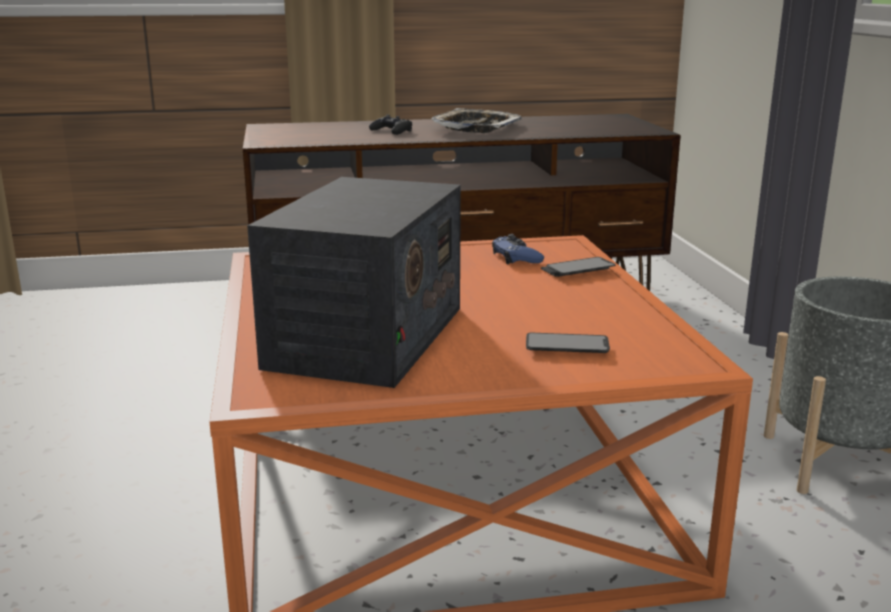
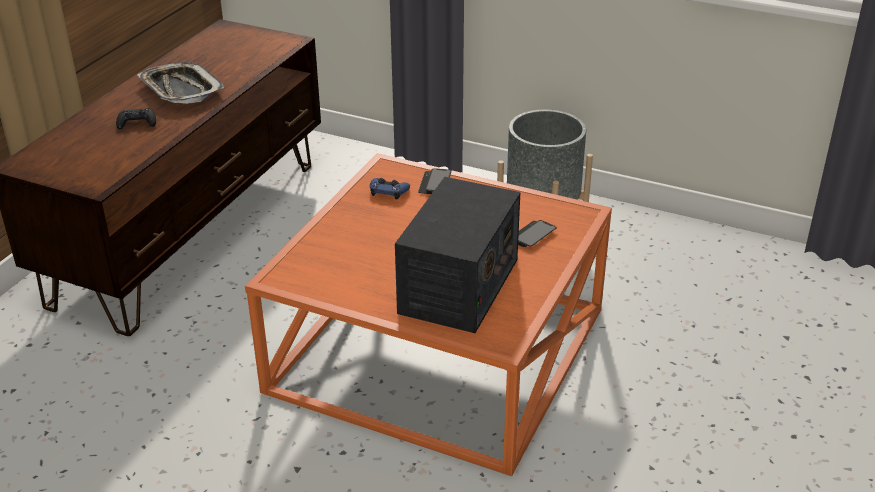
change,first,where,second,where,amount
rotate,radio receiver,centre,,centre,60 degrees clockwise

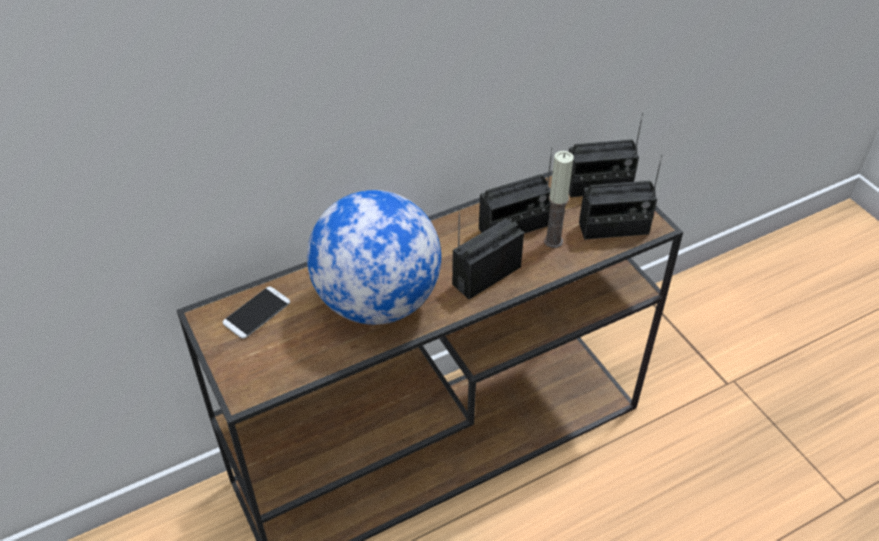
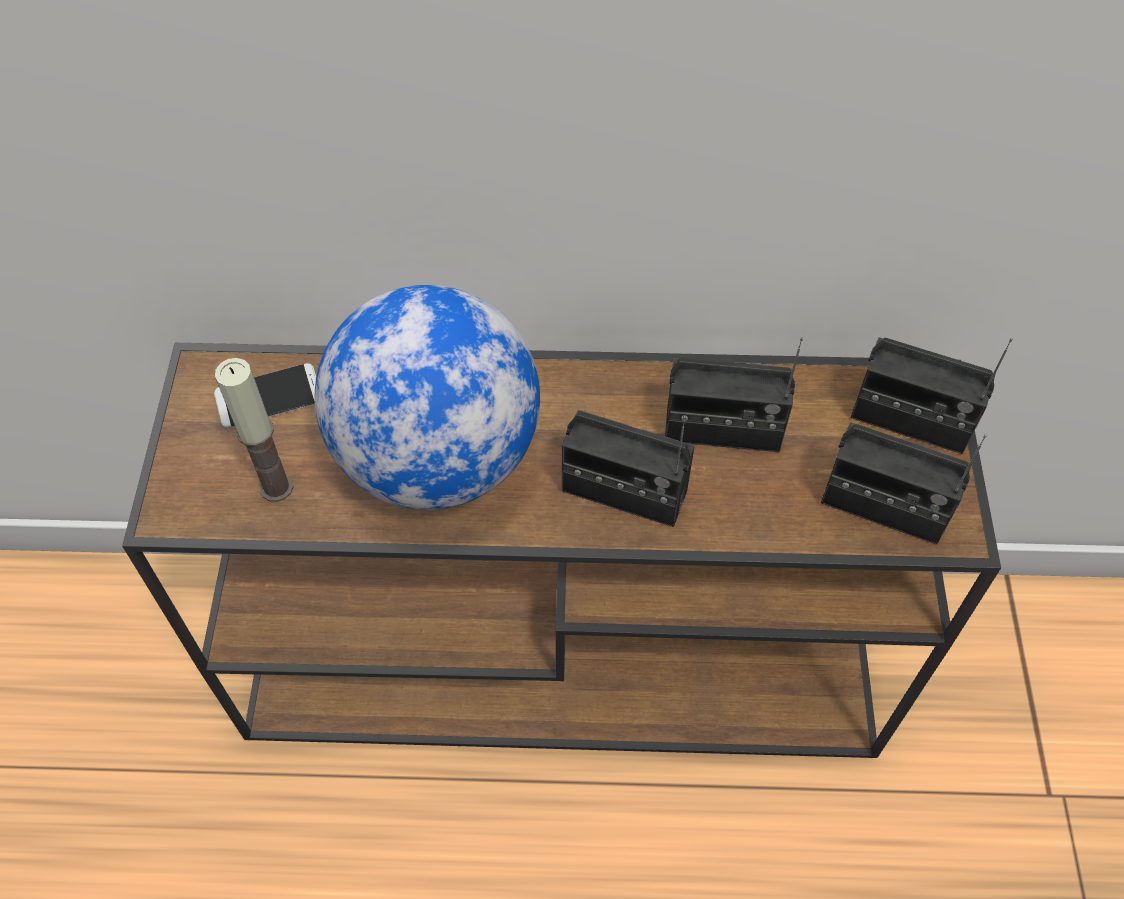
change,first,where,second,where,amount
move,wax candle,centre,,middle left,
rotate,radio receiver (1st from left),centre,,centre,150 degrees counterclockwise

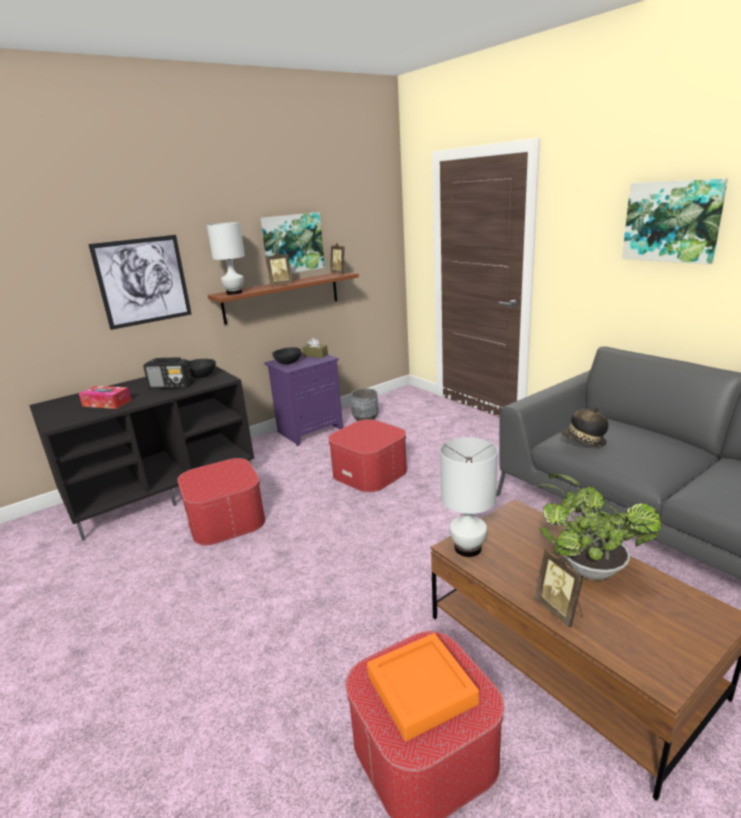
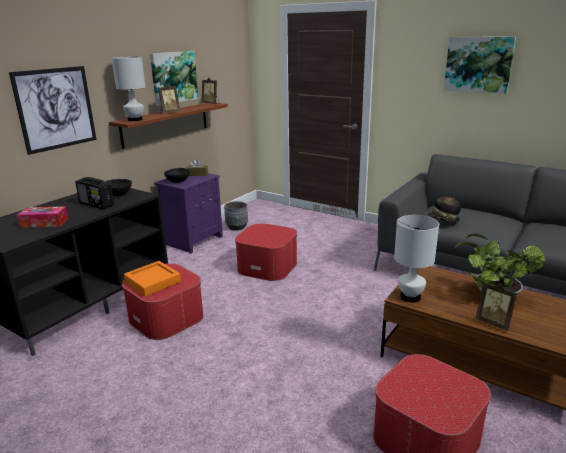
change,first,where,second,where,amount
move,tray (orange),bottom centre,,middle left,
rotate,radio receiver,middle left,,middle left,45 degrees clockwise

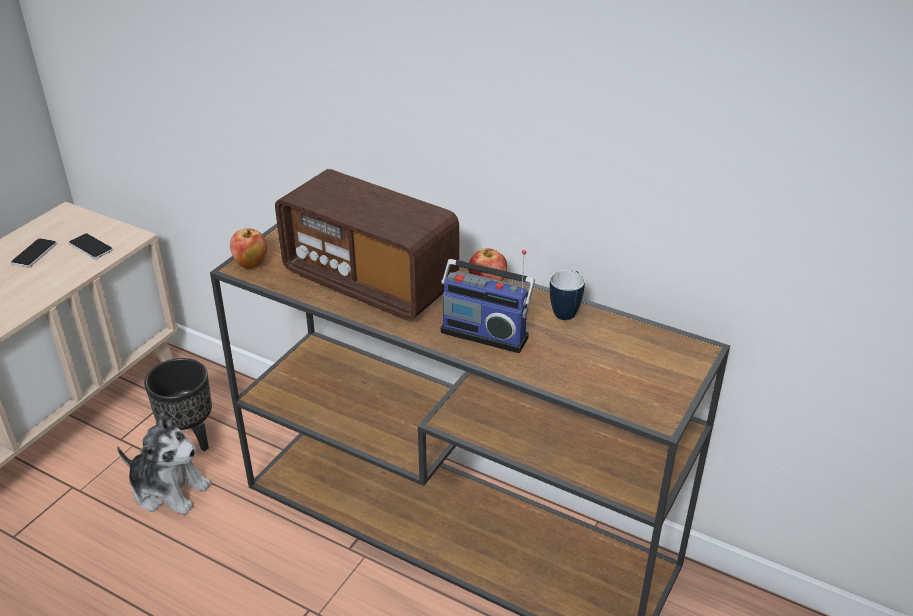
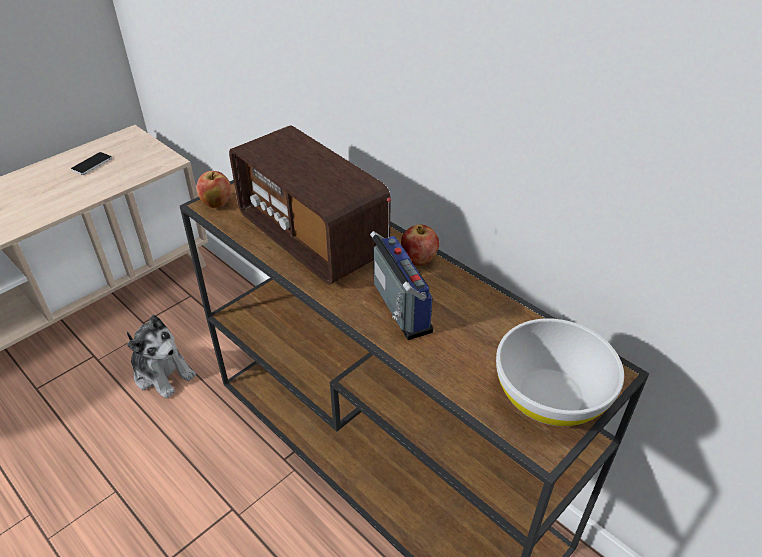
change,first,where,second,where,amount
delete,telephone (2nd from left),middle left,,,
delete,planter (blackish),middle left,,,
delete,tea mug,centre,,,
insert,,,bowl (white),bottom right,
rotate,radio receiver (2nd from left),centre,,centre,150 degrees counterclockwise

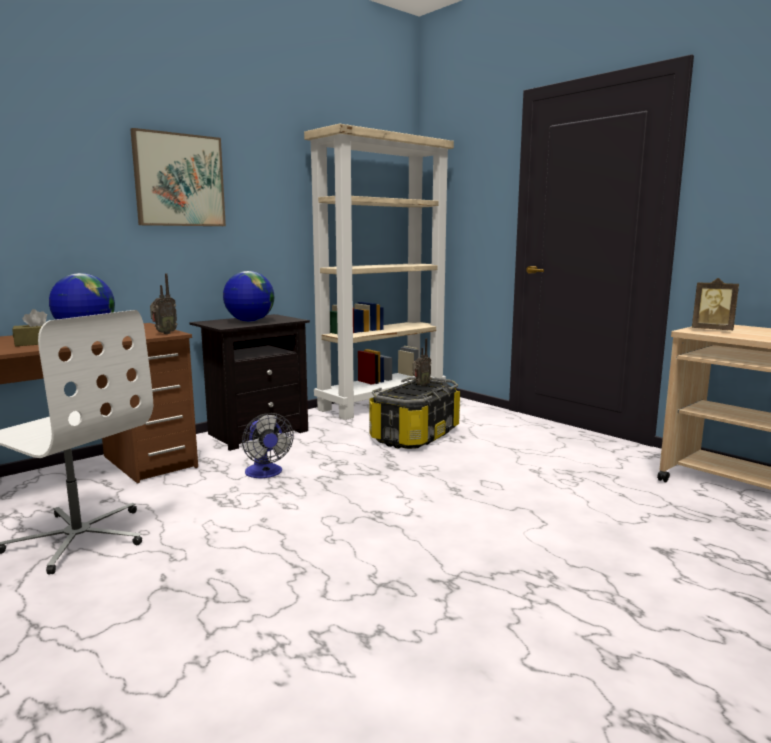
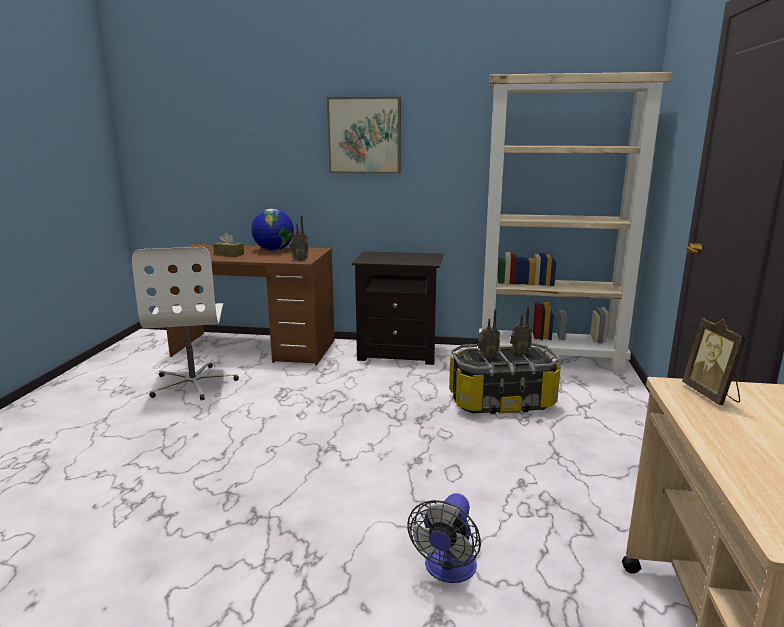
change,first,where,second,where,amount
delete,globe (2nd from left),middle left,,,
insert,,,radio receiver (2nd from left),centre,
move,electric fan,centre,,bottom centre,

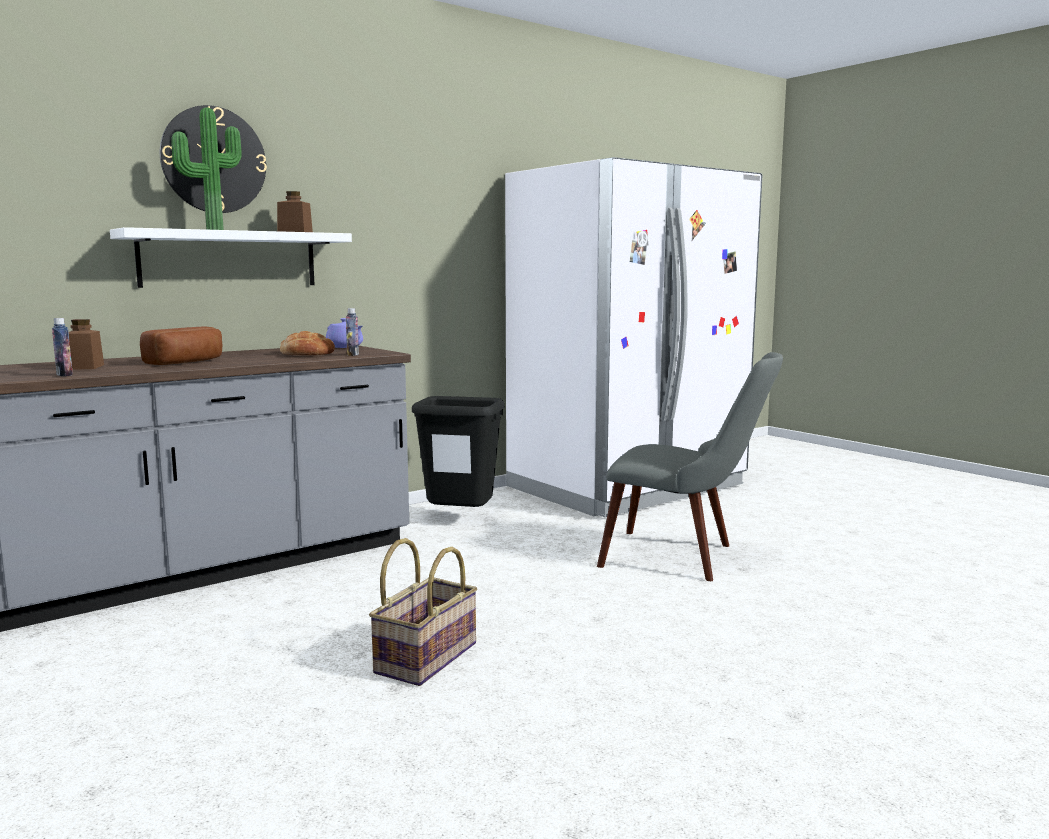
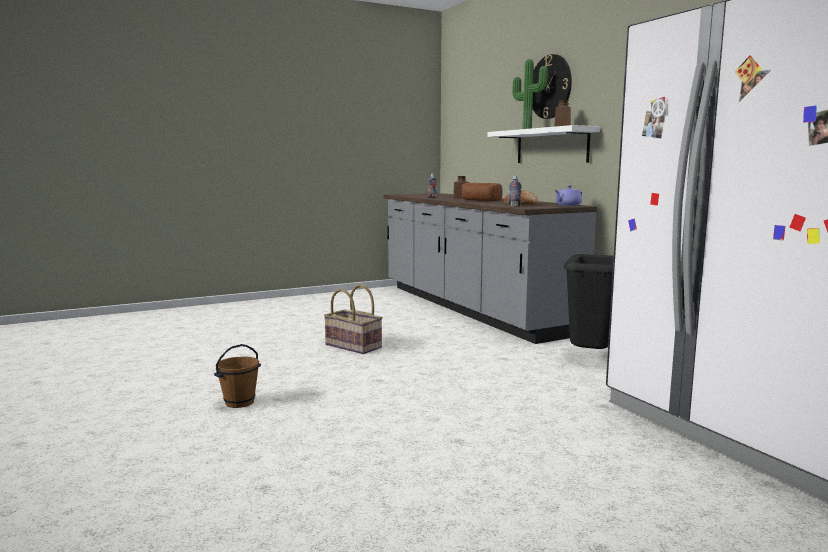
change,first,where,second,where,amount
delete,chair (grey),centre,,,
insert,,,water bucket (brown-coloured),bottom left,

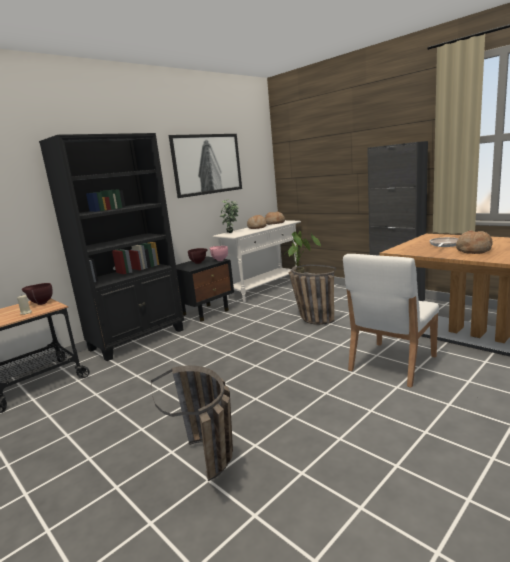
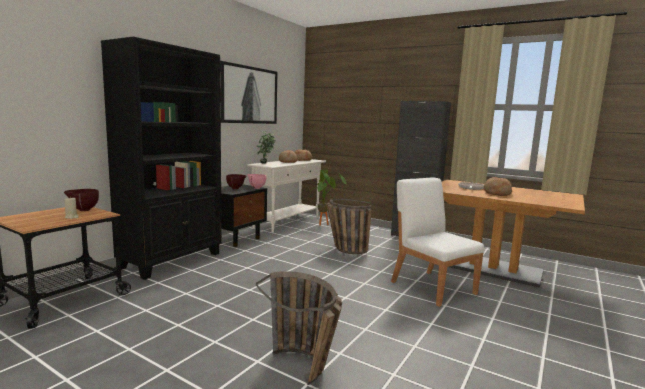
change,first,where,second,where,amount
rotate,chair (white),middle right,,middle right,120 degrees clockwise

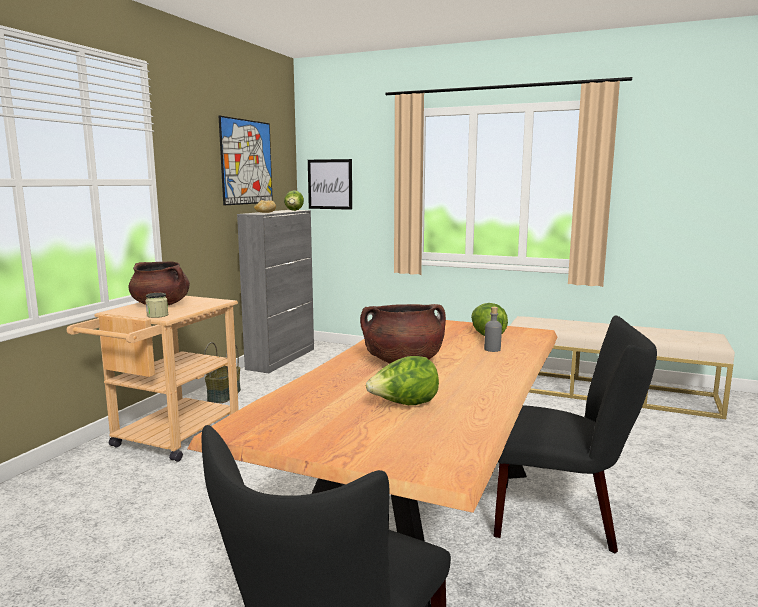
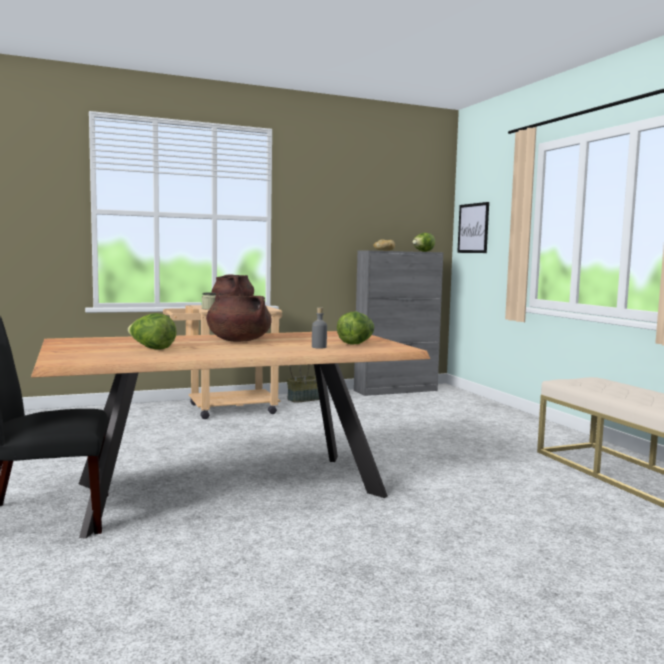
change,first,where,second,where,amount
delete,picture (1st from left),top left,,,
delete,chair (blackish) (2nd from left),bottom right,,,

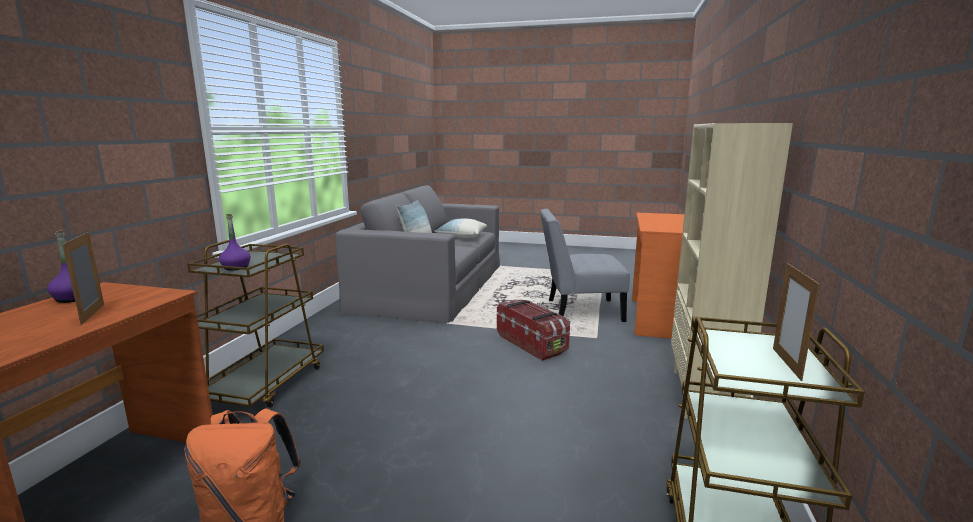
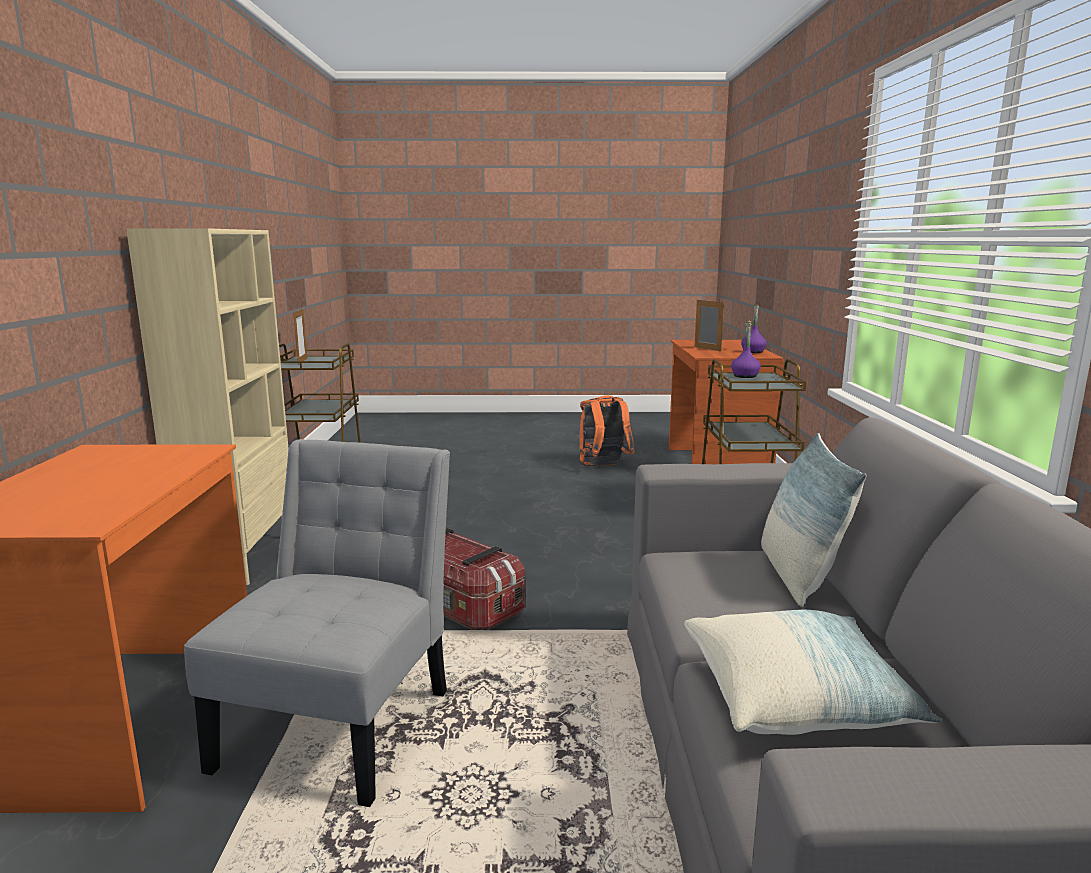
change,first,where,second,where,amount
rotate,chair (grey),centre,,bottom left,60 degrees counterclockwise

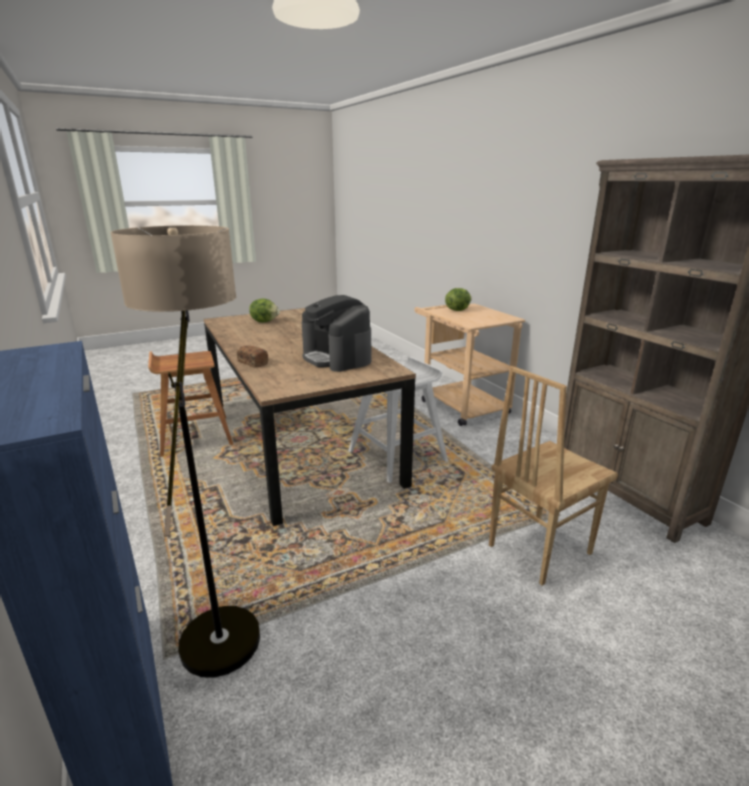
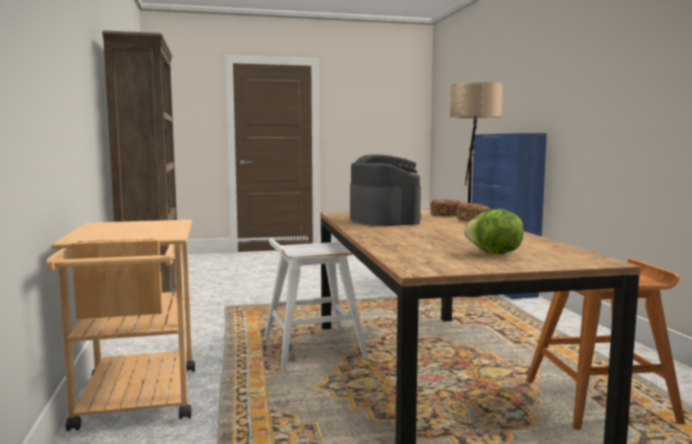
change,first,where,second,where,amount
delete,lettuce head (2nd from left),centre,,,
delete,chair (brown-coloured),middle right,,,
insert,,,baked bread (1st from left),centre,

